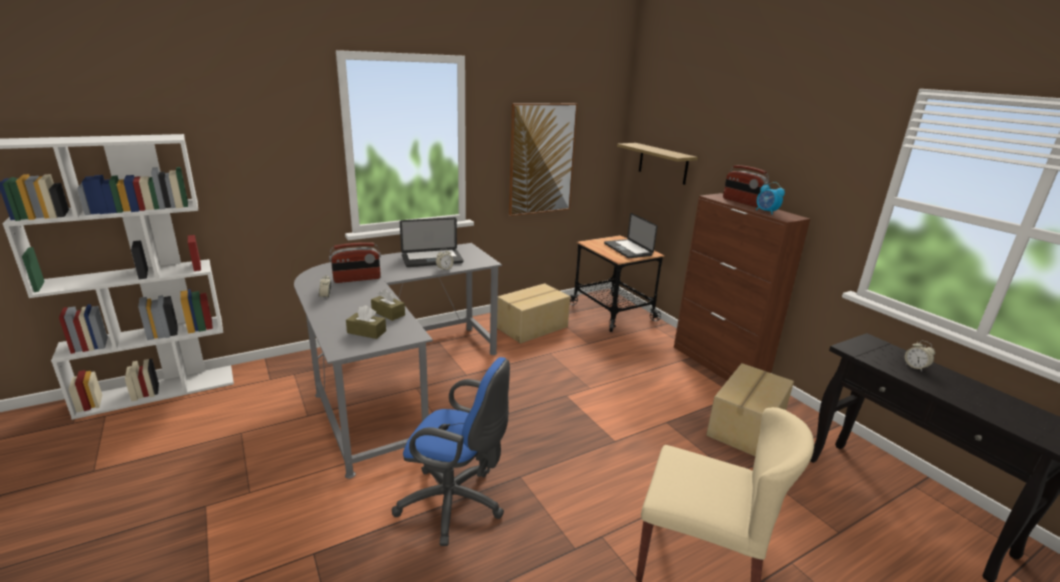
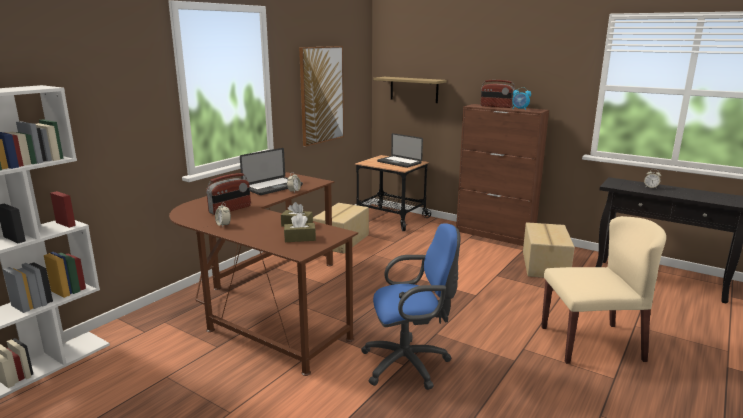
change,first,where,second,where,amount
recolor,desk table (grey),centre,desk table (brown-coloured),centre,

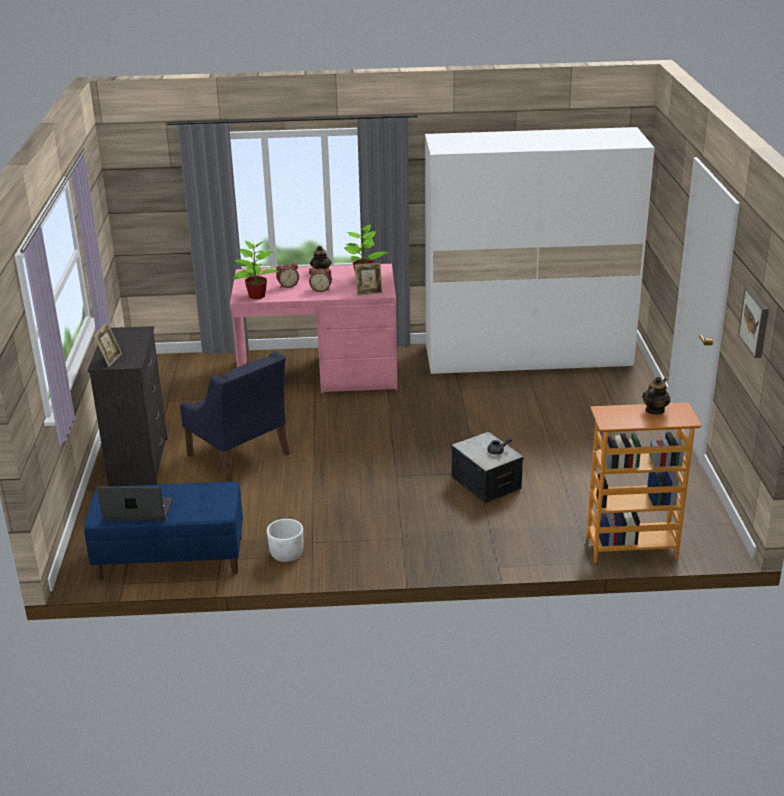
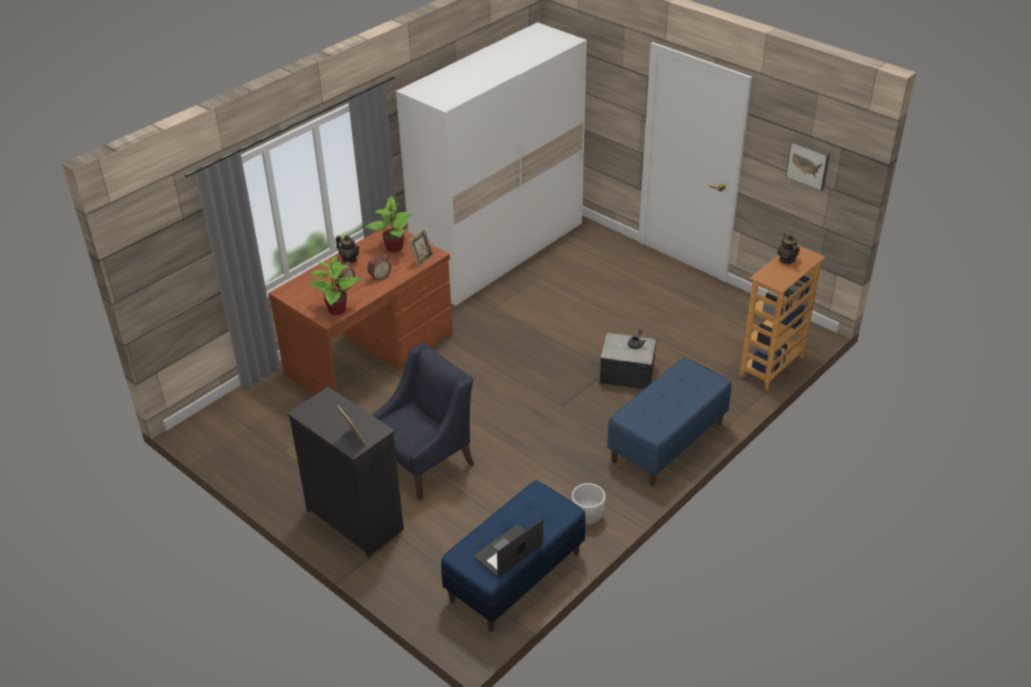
change,first,where,second,where,amount
insert,,,bench (blue) (2nd from left),centre,
recolor,desk table (pink),centre,desk table (brown-coloured),centre,
rotate,armchair (blue),middle left,,centre,45 degrees counterclockwise

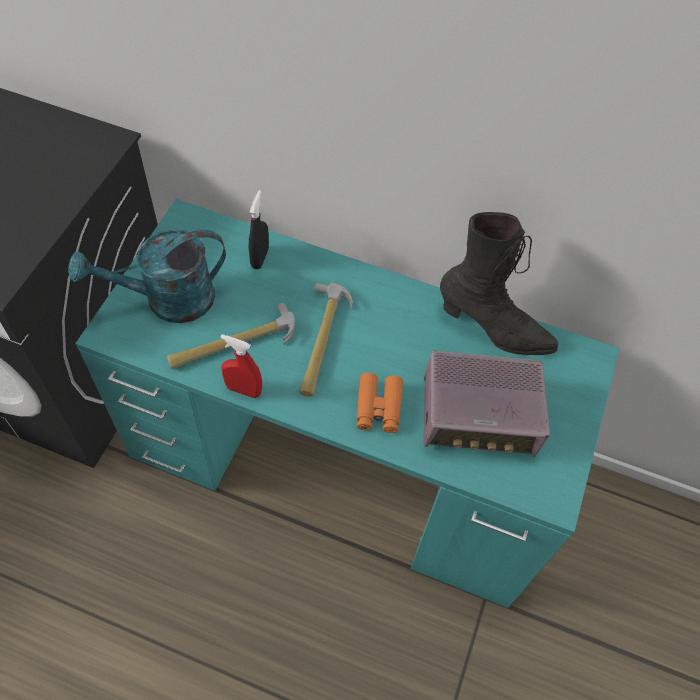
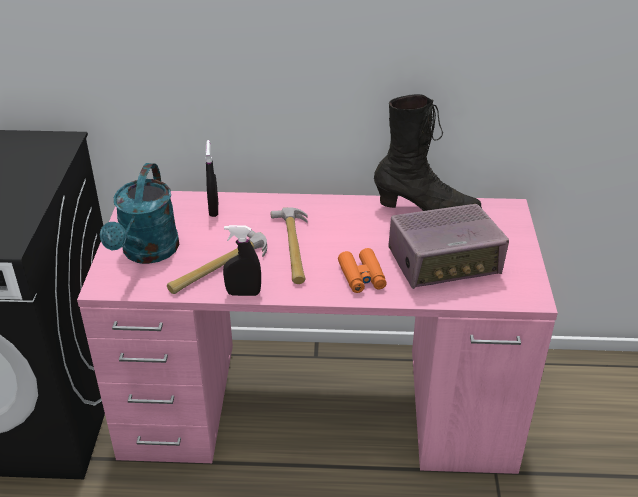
change,first,where,second,where,amount
recolor,desk table (turquoise-coloured),centre,desk table (pink),bottom centre,
recolor,spray bottle (red),centre,spray bottle (blackish) (2nd from left),centre,
rotate,watering pot (turquoise-coloured),middle left,,middle left,45 degrees counterclockwise

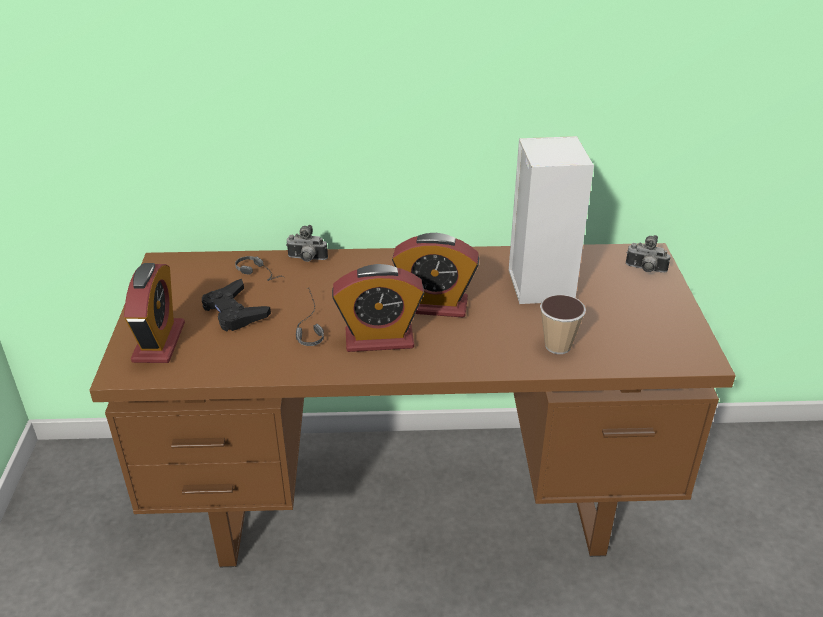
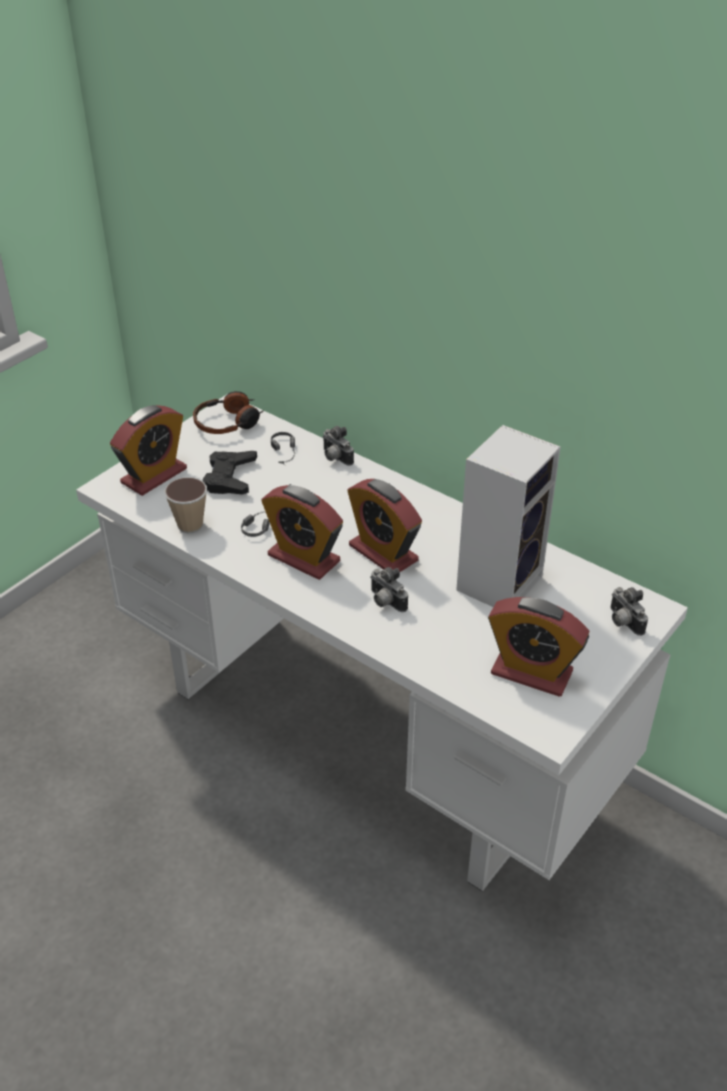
change,first,where,second,where,amount
insert,,,headset (1st from left),middle left,
insert,,,still camera (2nd from left),centre,
insert,,,alarm clock (4th from left),middle right,
move,drinking cup,middle right,,middle left,
recolor,desk table (brown-coloured),centre,desk table (white),centre,

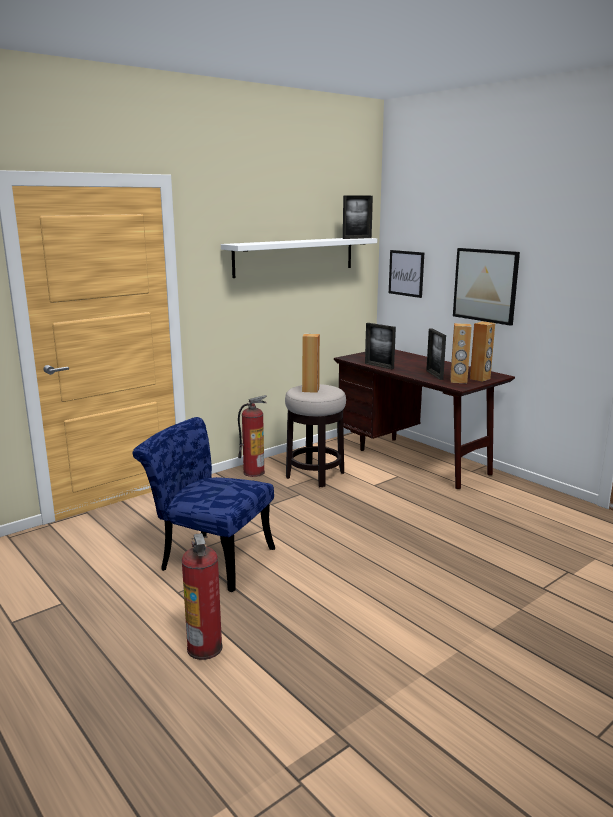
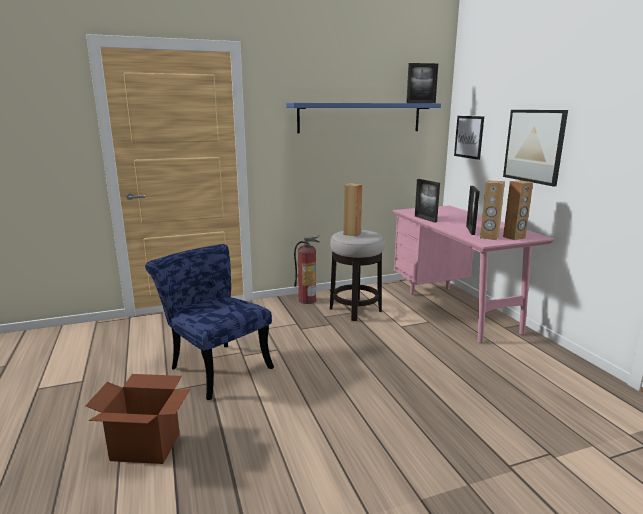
change,first,where,second,where,amount
replace,fire extinguisher (1st from left),bottom left,carton,bottom left,
recolor,wall shelf (white),top centre,wall shelf (blue),top centre,
recolor,desk table (brown-coloured),middle right,desk table (pink),middle right,

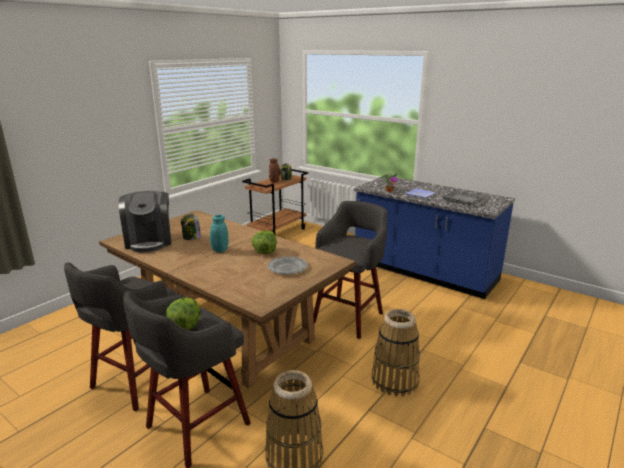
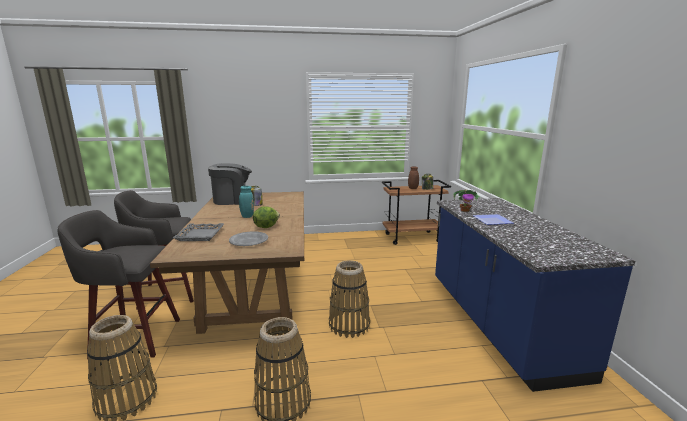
change,first,where,second,where,amount
delete,lettuce head (1st from left),bottom left,,,
move,tray (grey),middle right,,middle left,
replace,sitting stool (grey) (3rd from left),centre,storage basket (3rd from left),bottom centre,
rotate,coffee machine,middle left,,centre,135 degrees counterclockwise

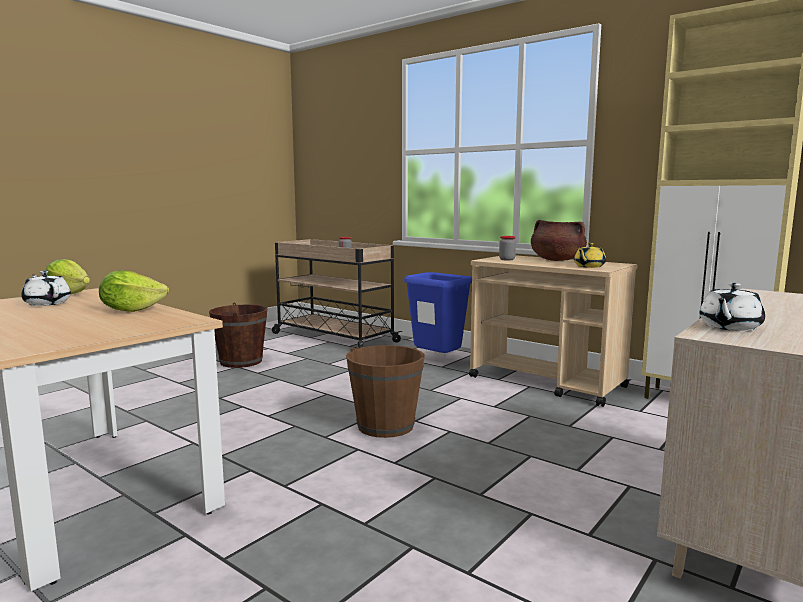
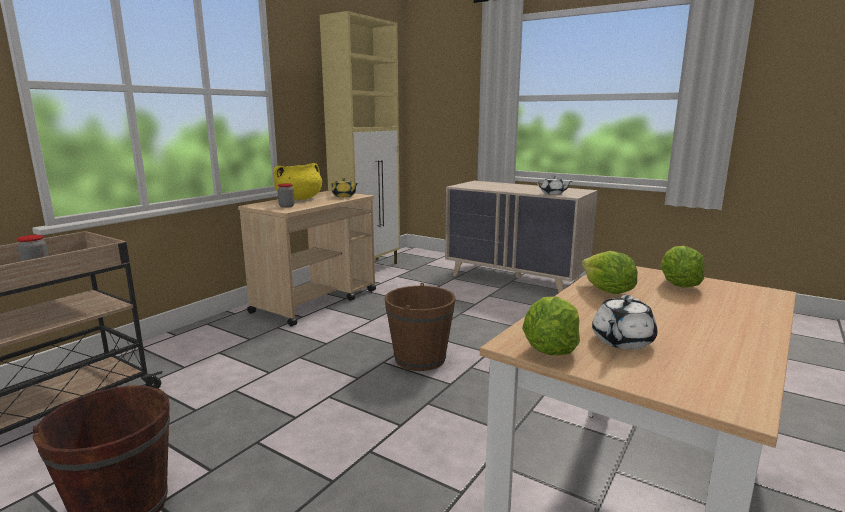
change,first,where,second,where,amount
delete,trash can (blue),centre,,,
insert,,,lettuce head (3rd from left),middle right,
recolor,cooking pot (brown-coloured),middle right,cooking pot (yellow-coloured),centre,

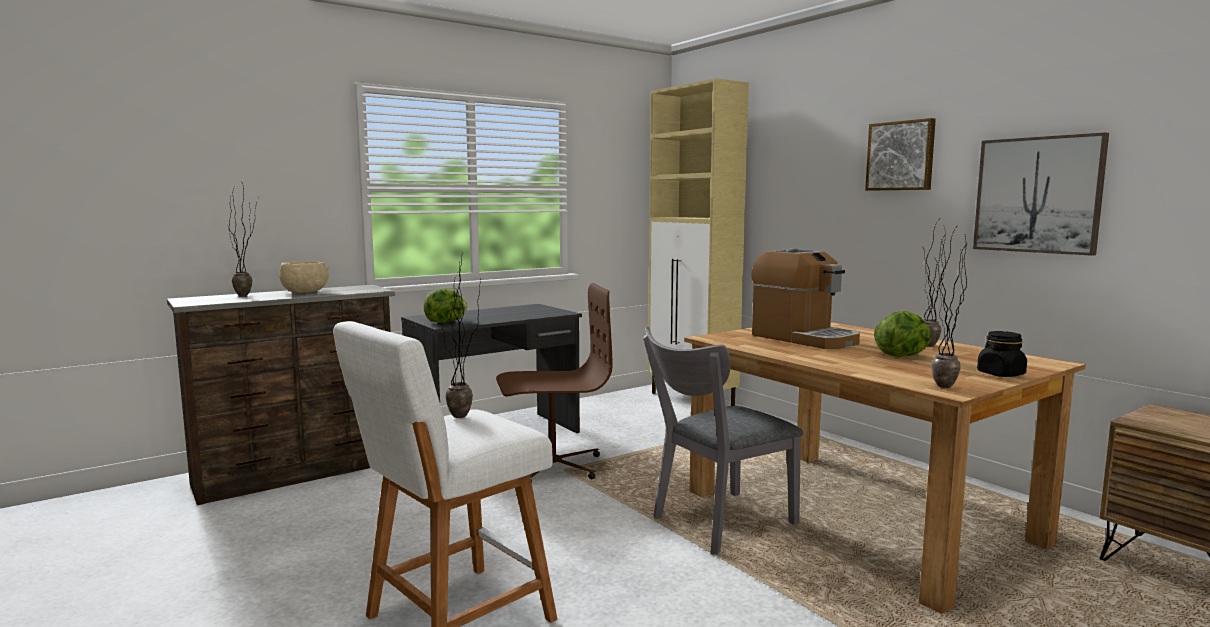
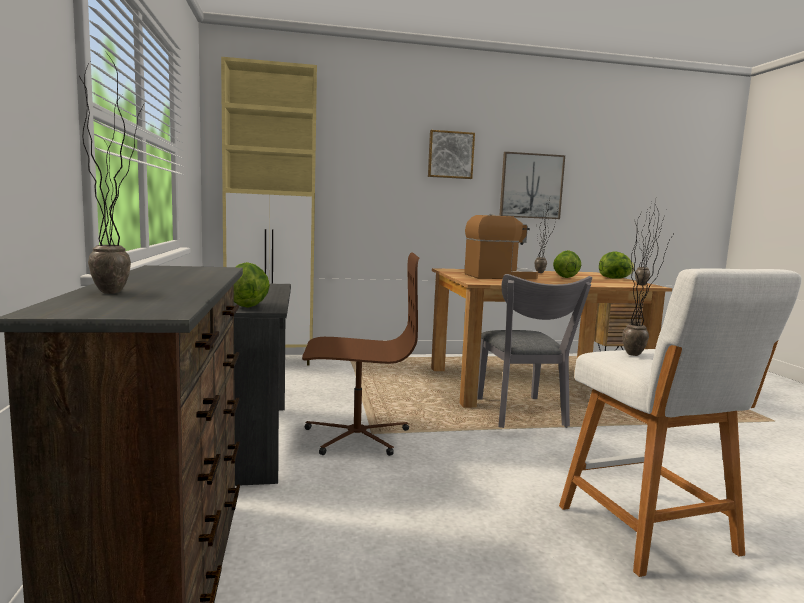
change,first,where,second,where,amount
delete,bowl (sand-coloured),middle left,,,
replace,preserve jar (blackish),middle right,lettuce head (3rd from left),middle right,
rotate,office chair (brown-coloured),centre,,centre,75 degrees clockwise

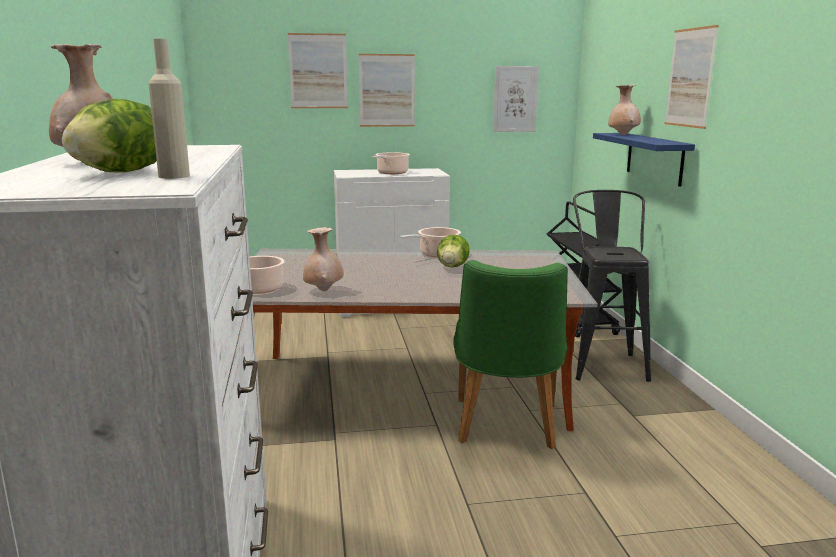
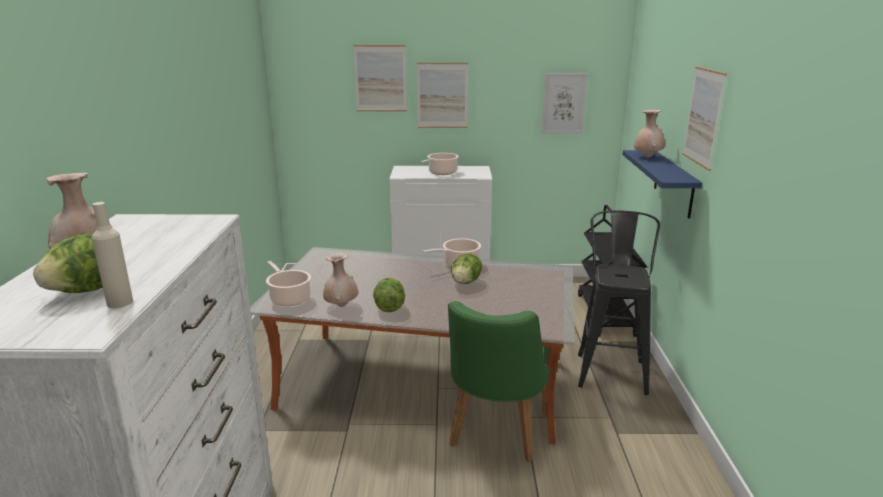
change,first,where,second,where,amount
insert,,,lettuce head (2nd from left),centre,

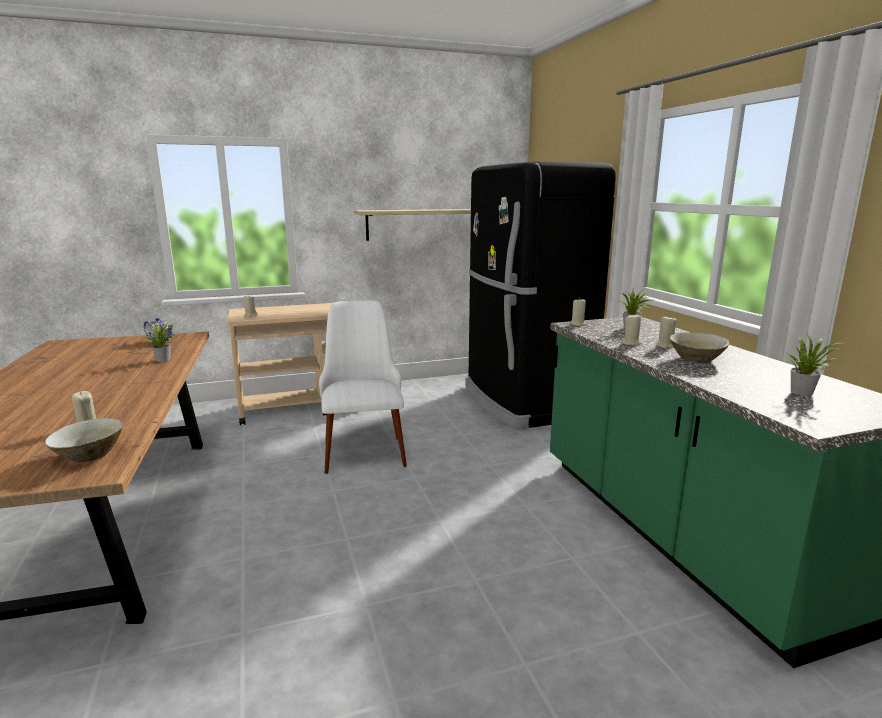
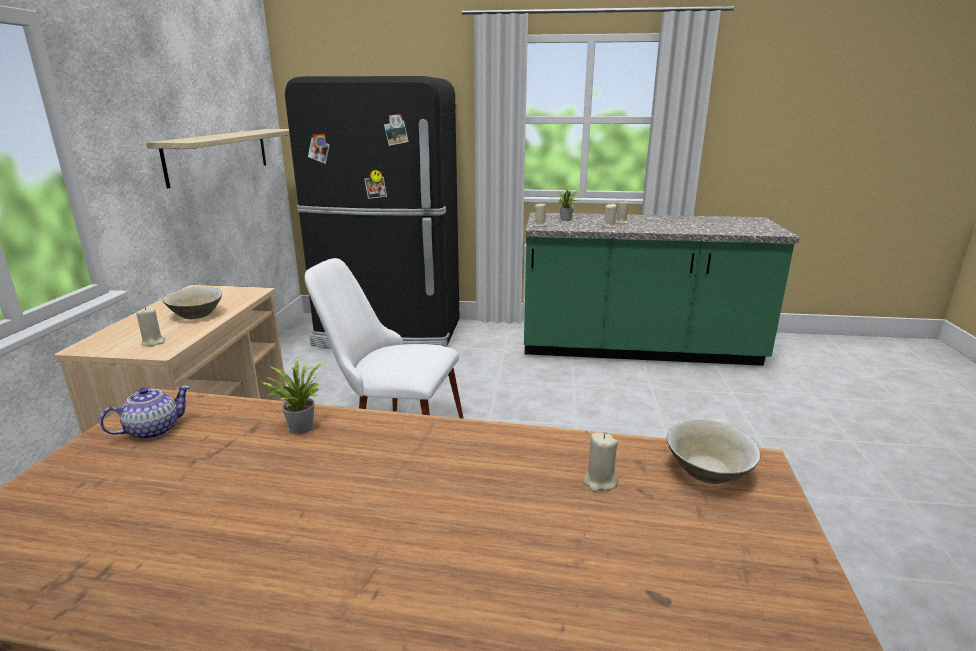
change,first,where,second,where,amount
delete,houseplant (3rd from left),middle right,,,
move,bowl (sand-coloured) (2nd from left in the first image),middle right,bowl (sand-coloured) (1st from left),middle left,

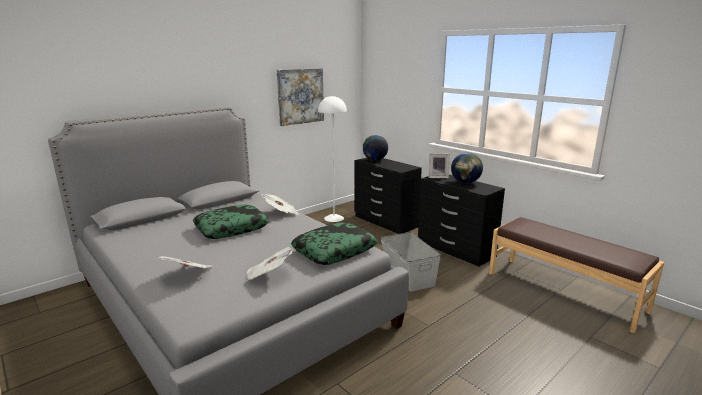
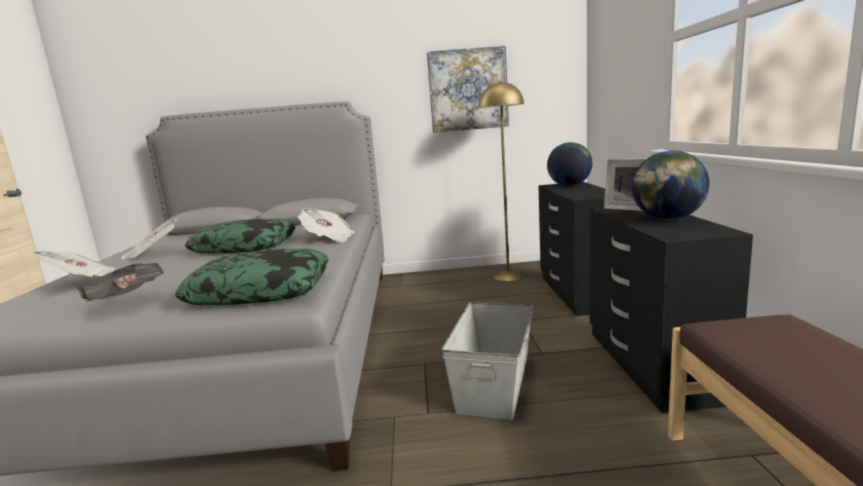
change,first,where,second,where,amount
insert,,,printed paper (3rd from left),middle left,
recolor,floor lamp (white),centre,floor lamp (yellow-coloured),centre,

